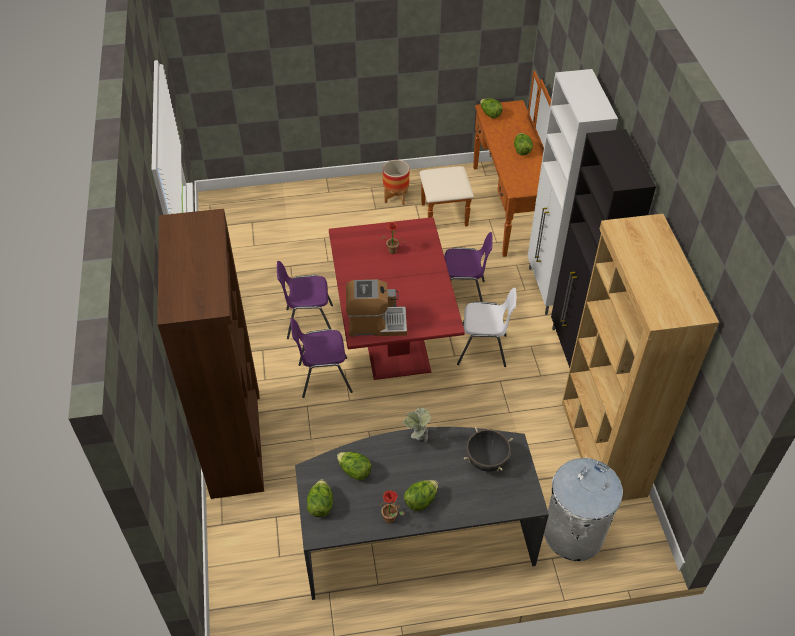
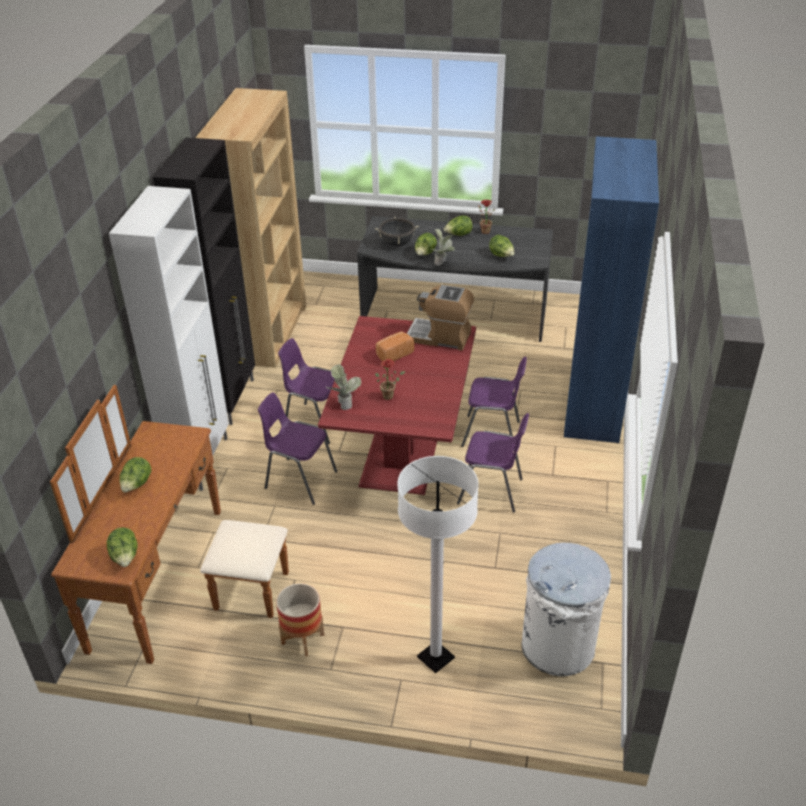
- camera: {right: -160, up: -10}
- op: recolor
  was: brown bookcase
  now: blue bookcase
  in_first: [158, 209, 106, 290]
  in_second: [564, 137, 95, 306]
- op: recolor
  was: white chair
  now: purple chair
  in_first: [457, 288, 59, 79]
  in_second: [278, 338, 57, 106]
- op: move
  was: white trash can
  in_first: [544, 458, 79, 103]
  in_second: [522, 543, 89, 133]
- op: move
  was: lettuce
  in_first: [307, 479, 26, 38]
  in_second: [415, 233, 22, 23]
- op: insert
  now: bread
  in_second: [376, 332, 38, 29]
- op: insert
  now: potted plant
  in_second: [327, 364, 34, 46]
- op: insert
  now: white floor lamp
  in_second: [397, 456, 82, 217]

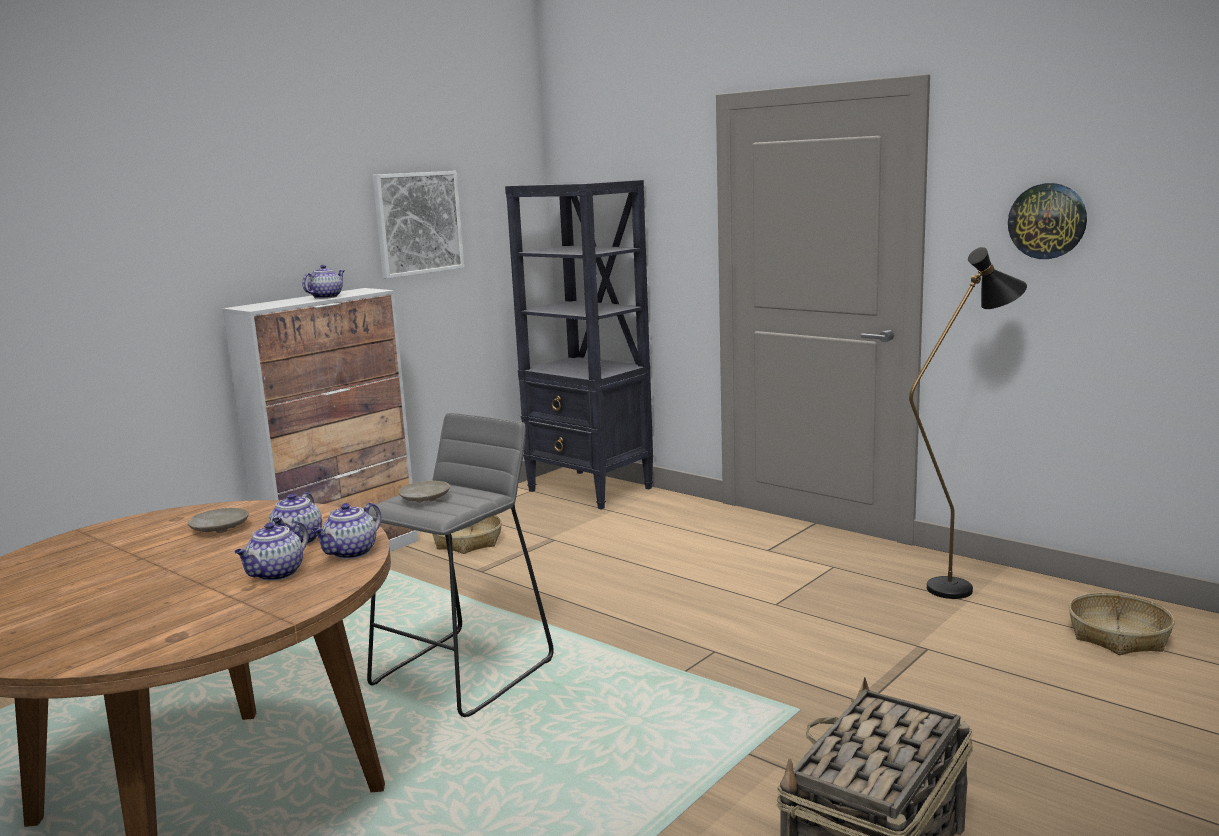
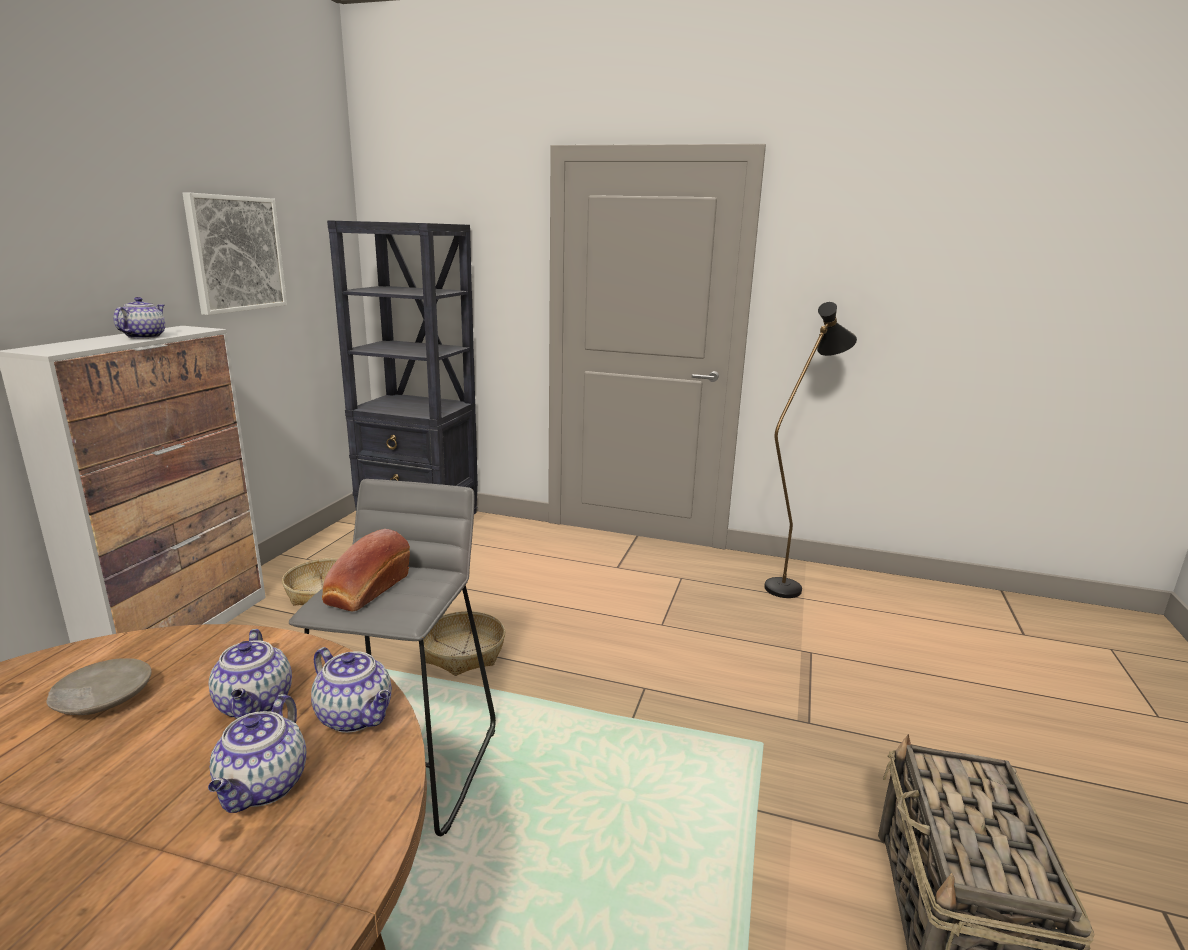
- camera: {right: -25, up: 5}
- op: delete
  was: wall clock
  in_first: [1008, 183, 79, 76]
- op: replace
  was: beige plate
  now: bread
  in_first: [399, 481, 51, 22]
  in_second: [322, 529, 88, 82]
- op: rotate
  was: teapot
  in_first: [312, 503, 70, 56]
  in_second: [311, 647, 81, 86]
  clockwise: -60
- op: move
  was: basket
  in_first: [1069, 592, 106, 63]
  in_second: [423, 611, 82, 65]

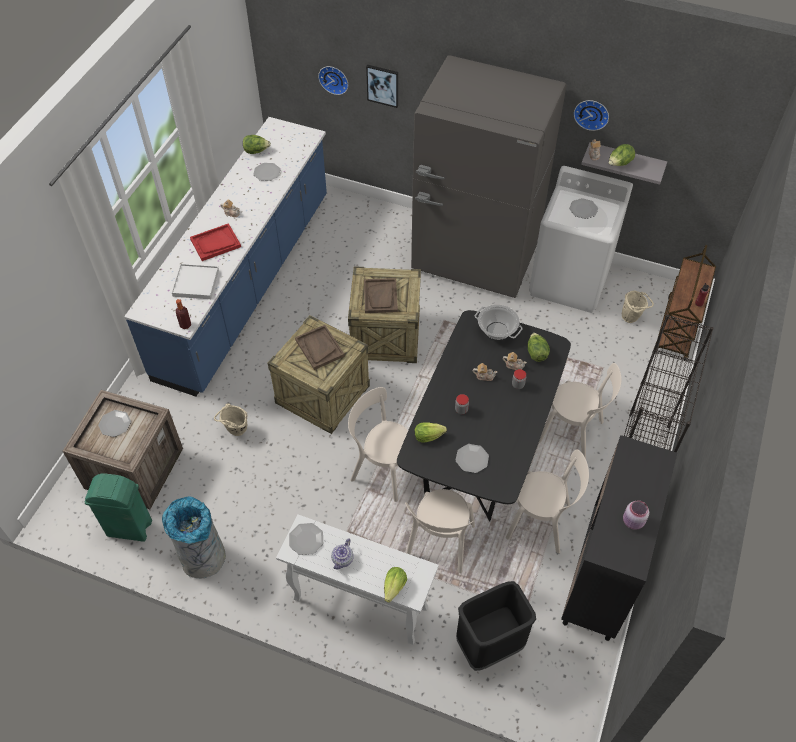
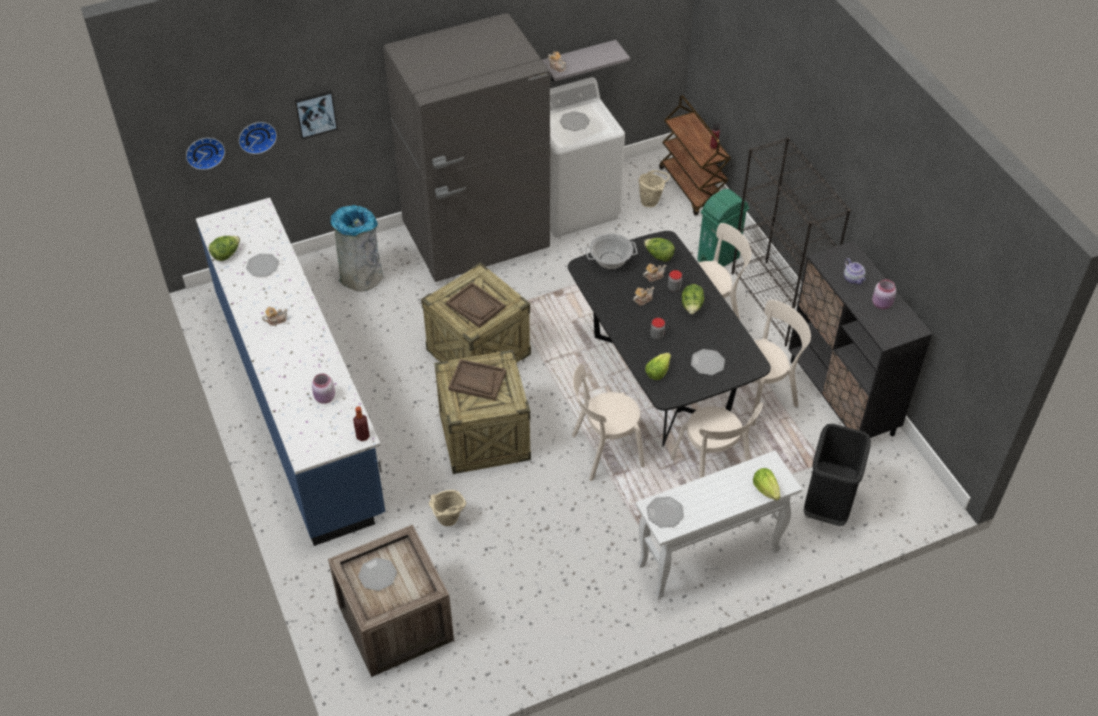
- camera: {right: -45, up: -5}
- op: move
  was: wall clock
  in_first: [574, 100, 35, 31]
  in_second: [186, 138, 39, 32]
- op: move
  was: lettuce
  in_first: [609, 144, 26, 22]
  in_second: [681, 284, 23, 30]
- op: delete
  was: red tray
  in_first: [190, 223, 51, 38]
- op: replace
  was: white tray
  now: pink jar
  in_first: [172, 264, 47, 35]
  in_second: [312, 373, 23, 31]
- op: move
  was: green trash can
  in_first: [85, 473, 67, 69]
  in_second: [697, 189, 52, 78]
- op: move
  was: grey trash can
  in_first: [162, 496, 64, 82]
  in_second: [330, 205, 53, 87]
- op: move
  was: teapot
  in_first: [331, 538, 23, 32]
  in_second: [844, 258, 22, 27]

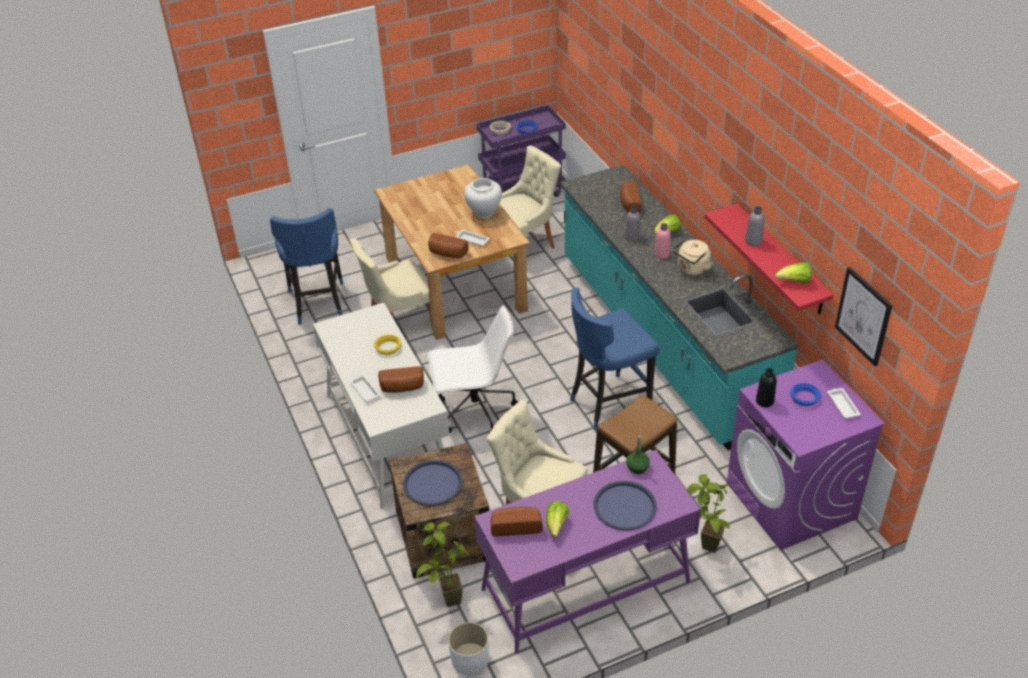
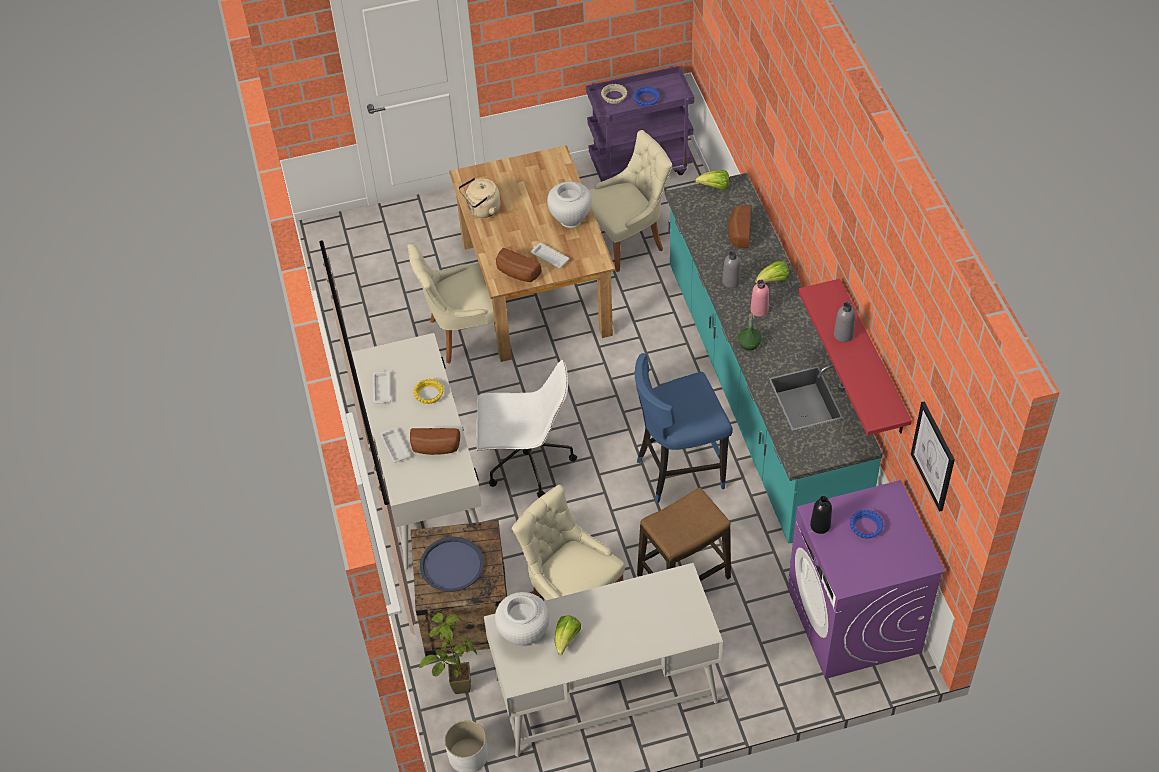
- camera: {right: 10, up: 10}
- op: delete
  was: blue stool
  in_first: [270, 208, 73, 117]
- op: move
  was: beige kettle
  in_first: [673, 239, 39, 37]
  in_second: [459, 178, 42, 40]
- op: move
  was: lettuce
  in_first: [775, 262, 37, 21]
  in_second: [695, 170, 34, 20]
- op: move
  was: white tray
  in_first: [827, 388, 34, 31]
  in_second: [373, 370, 18, 34]
- op: move
  was: green bottle
  in_first: [626, 435, 24, 39]
  in_second: [738, 313, 24, 37]
- op: recolor
  was: purple desk
  now: white desk
  in_first: [475, 450, 226, 204]
  in_second: [484, 563, 239, 194]
- op: delete
  was: potted plant
  in_first: [687, 474, 45, 79]
- op: delete
  was: blue tray
  in_first: [594, 481, 63, 50]
- op: replace
  was: bread
  now: white vase
  in_first: [491, 507, 52, 29]
  in_second: [495, 592, 54, 55]

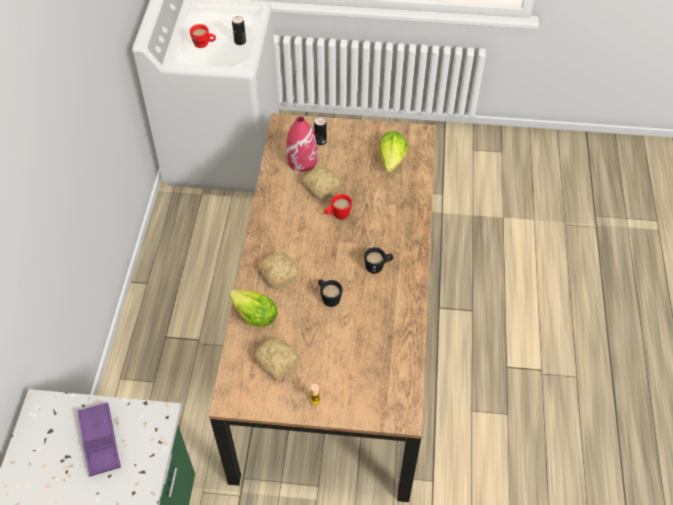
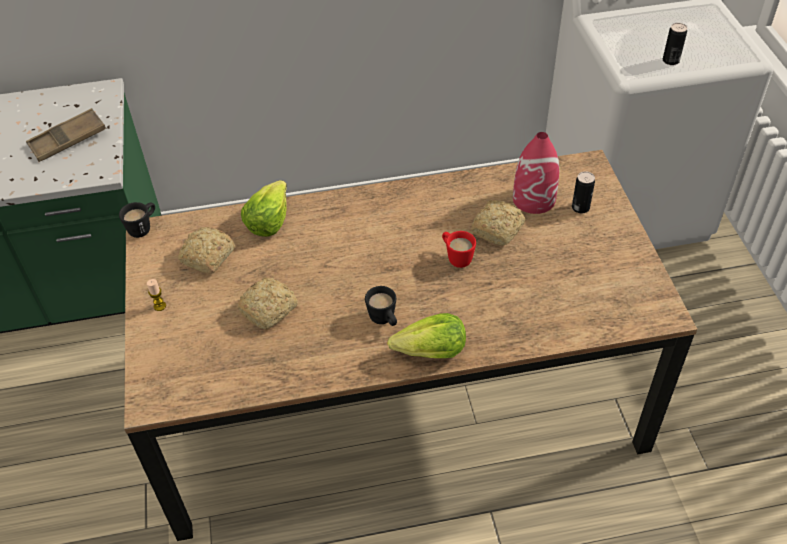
- camera: {right: 75, up: -5}
- op: delete
  was: red mug
  in_first: [190, 24, 26, 24]
- op: move
  was: lettuce
  in_first: [379, 131, 29, 41]
  in_second: [387, 313, 79, 45]
- op: move
  was: bread
  in_first: [257, 252, 42, 37]
  in_second: [237, 277, 61, 52]
- op: move
  was: black mug
  in_first: [318, 279, 25, 28]
  in_second: [119, 202, 36, 36]
- op: recolor
  was: purple tray
  now: brown tray
  in_first: [77, 402, 44, 75]
  in_second: [26, 108, 80, 54]

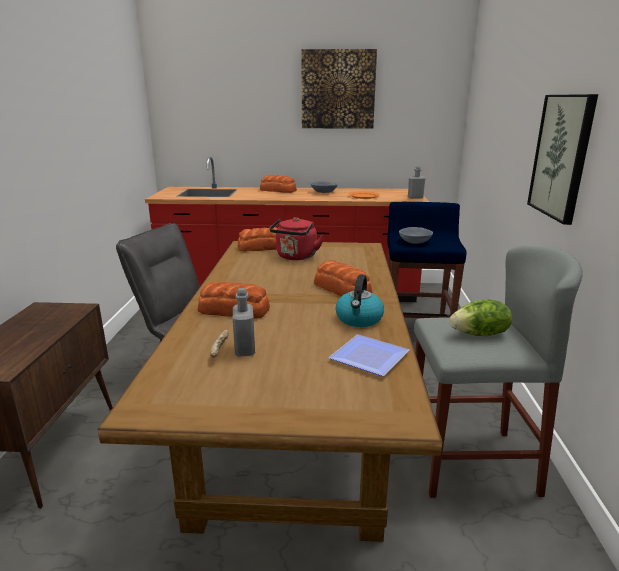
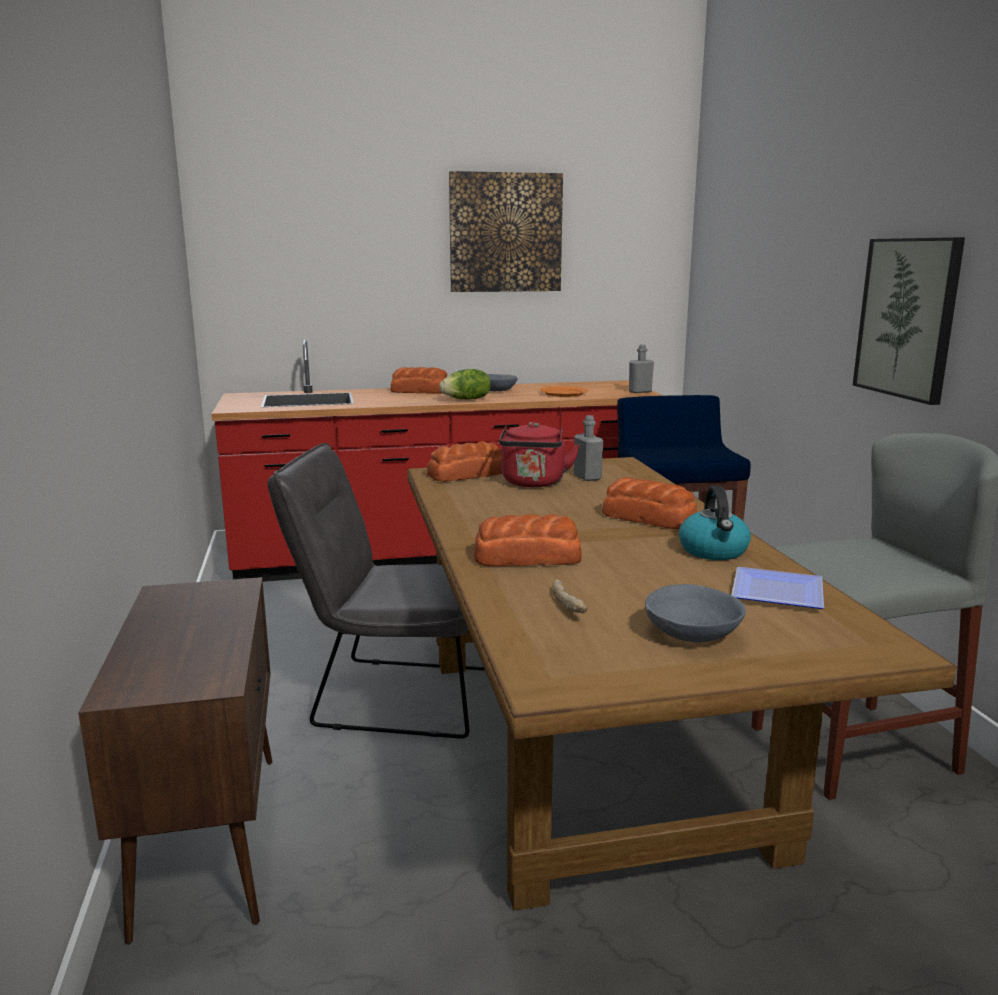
- camera: {right: -15, up: -5}
- op: move
  was: grey bowl
  in_first: [399, 227, 34, 17]
  in_second: [645, 584, 101, 58]
- op: move
  was: grey bottle
  in_first: [233, 288, 22, 69]
  in_second: [574, 415, 29, 66]
- op: move
  was: lettuce
  in_first: [450, 300, 62, 36]
  in_second: [439, 369, 51, 31]

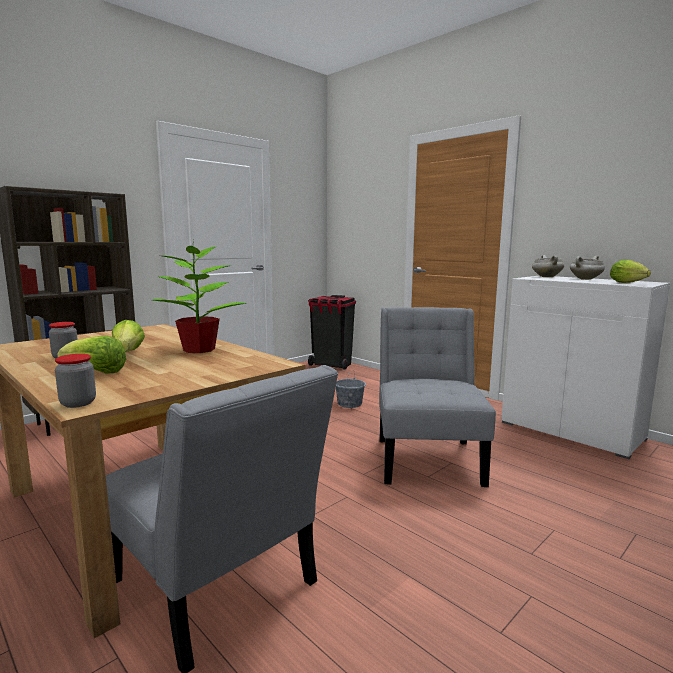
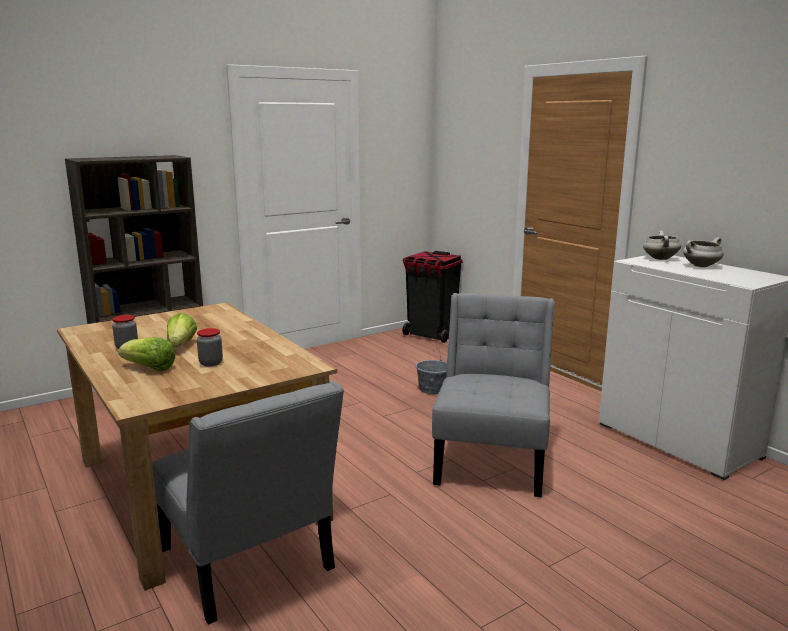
- camera: {right: 10, up: 5}
- op: delete
  was: potted plant
  in_first: [152, 240, 94, 113]
- op: delete
  was: lettuce
  in_first: [610, 260, 41, 23]
- op: move
  was: jar
  in_first: [55, 354, 41, 54]
  in_second: [197, 328, 26, 39]

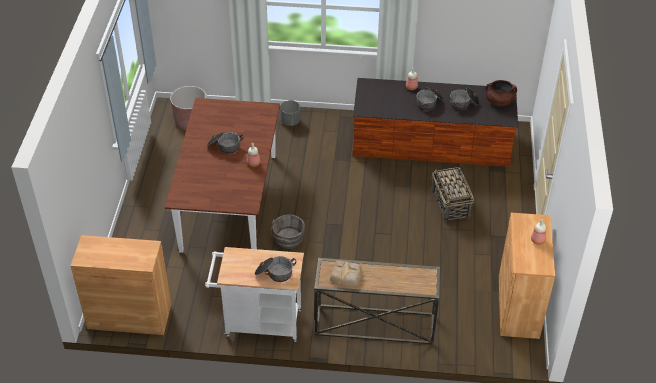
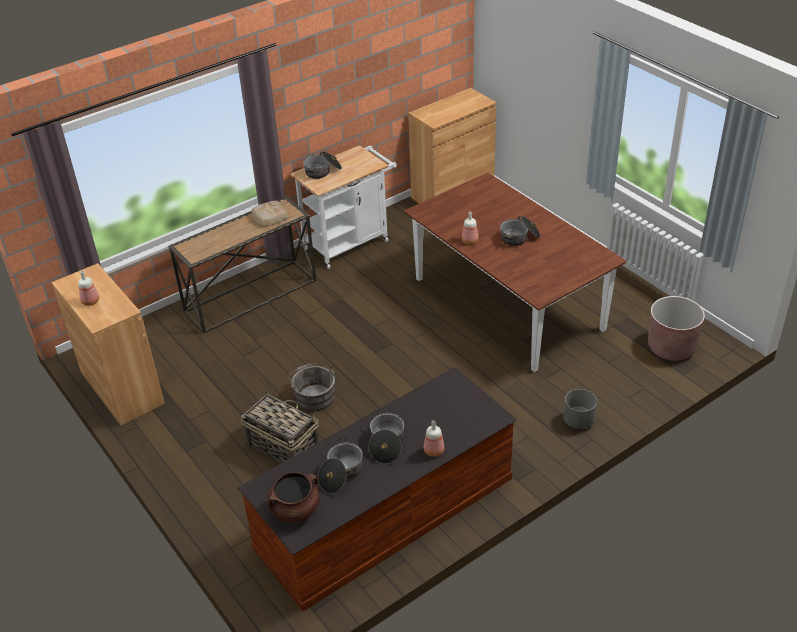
- camera: {right: 140, up: -5}
- op: move
  was: grey bucket
  in_first: [271, 214, 34, 35]
  in_second: [289, 363, 46, 49]

